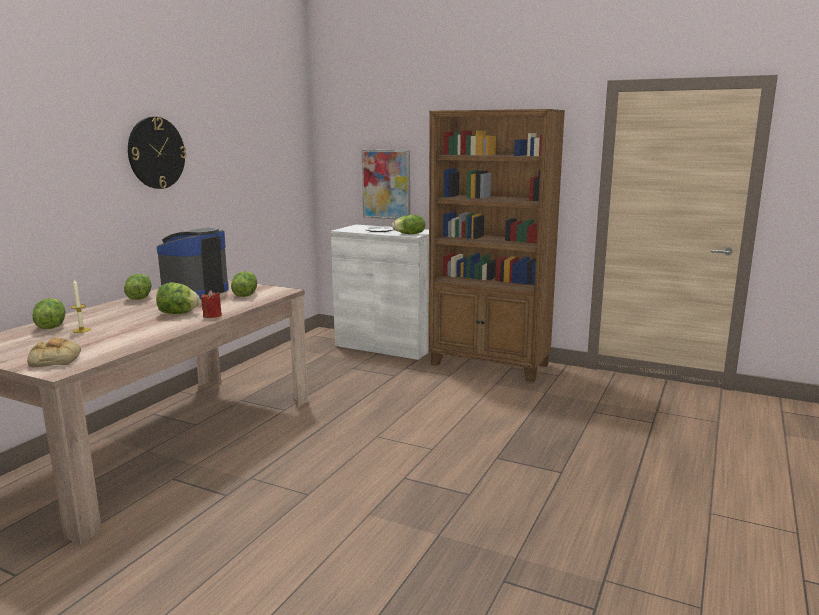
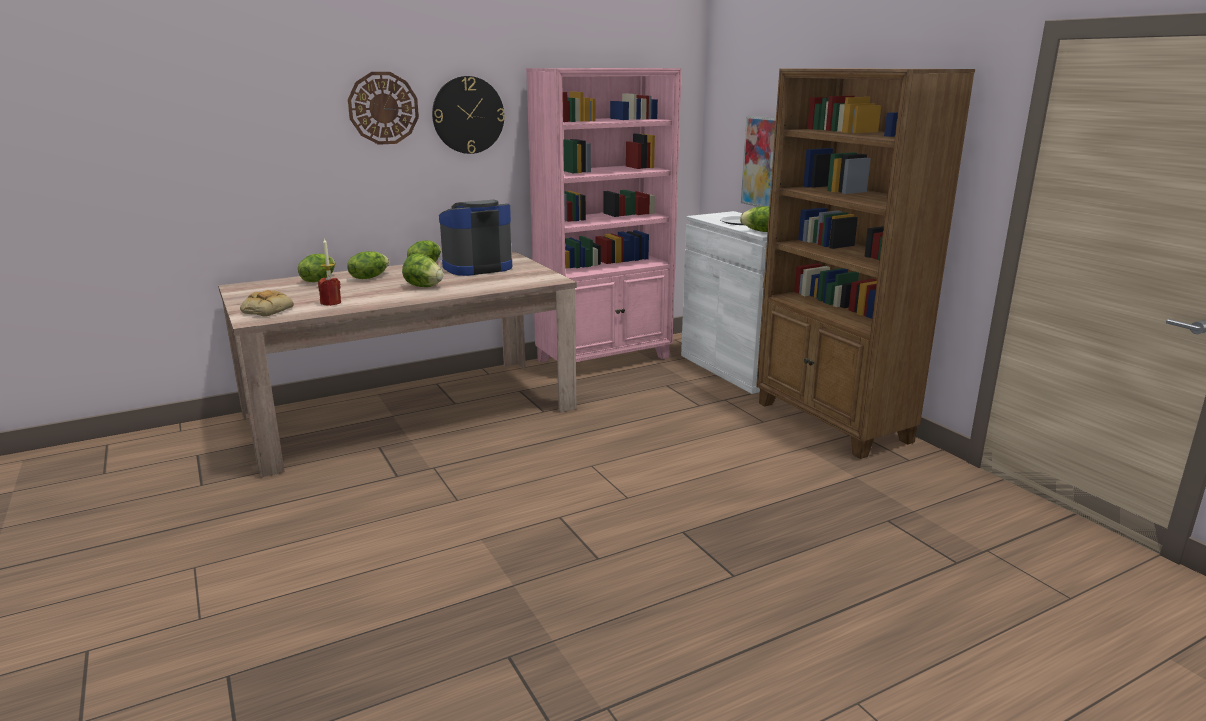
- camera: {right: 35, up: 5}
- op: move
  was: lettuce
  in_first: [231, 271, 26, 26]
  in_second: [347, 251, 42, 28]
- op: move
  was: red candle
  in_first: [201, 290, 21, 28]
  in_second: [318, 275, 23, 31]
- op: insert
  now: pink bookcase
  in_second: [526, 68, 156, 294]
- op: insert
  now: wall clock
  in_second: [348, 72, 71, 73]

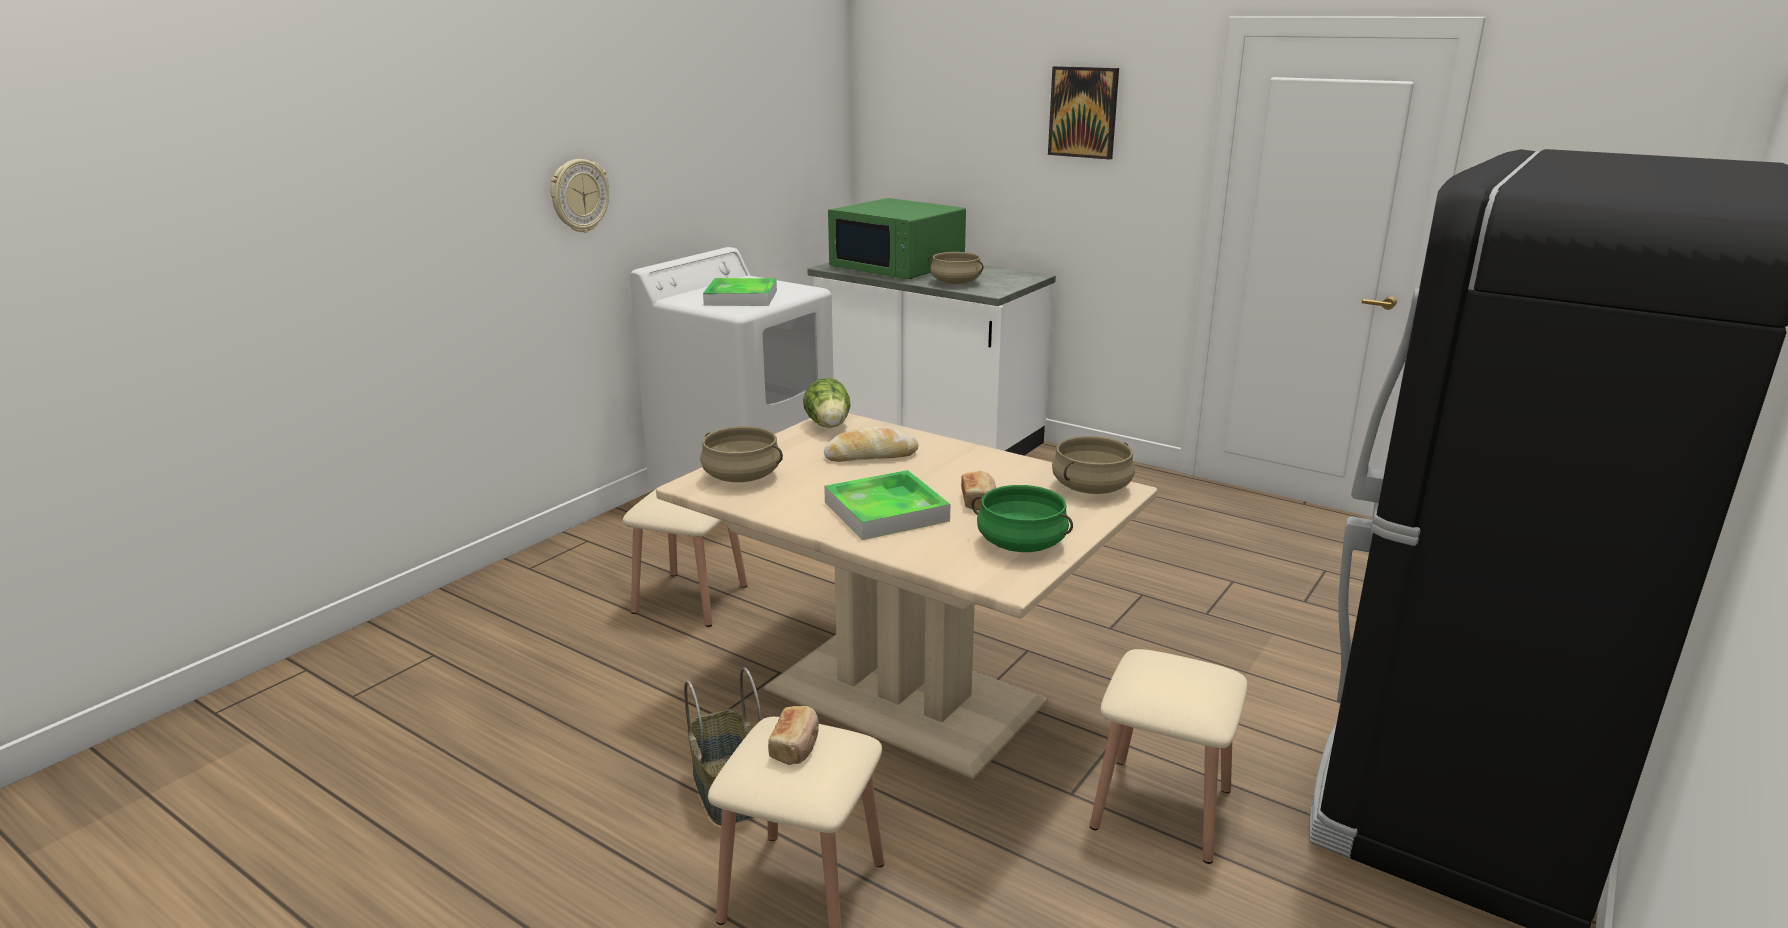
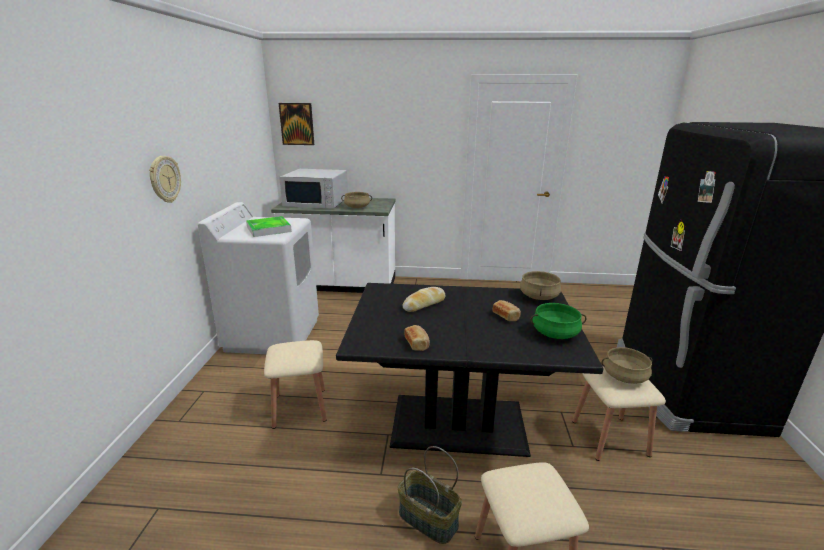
- camera: {right: -30, up: 0}
- op: move
  was: picture
  in_first: [1048, 66, 71, 94]
  in_second: [279, 103, 35, 42]
- op: recolor
  was: green microwave
  now: white microwave
  in_first: [828, 198, 138, 81]
  in_second: [279, 169, 69, 40]
- op: delete
  was: lettuce
  in_first: [803, 378, 48, 50]
- op: recolor
  was: beige dining table
  now: black dining table
  in_first: [656, 413, 501, 366]
  in_second: [336, 283, 267, 174]
- op: move
  was: beige cooking pot
  in_first: [700, 426, 83, 56]
  in_second: [601, 347, 52, 37]
- op: delete
  was: tray
  in_first: [824, 470, 126, 70]
- op: move
  was: bread
  in_first: [768, 706, 51, 59]
  in_second: [404, 325, 26, 26]

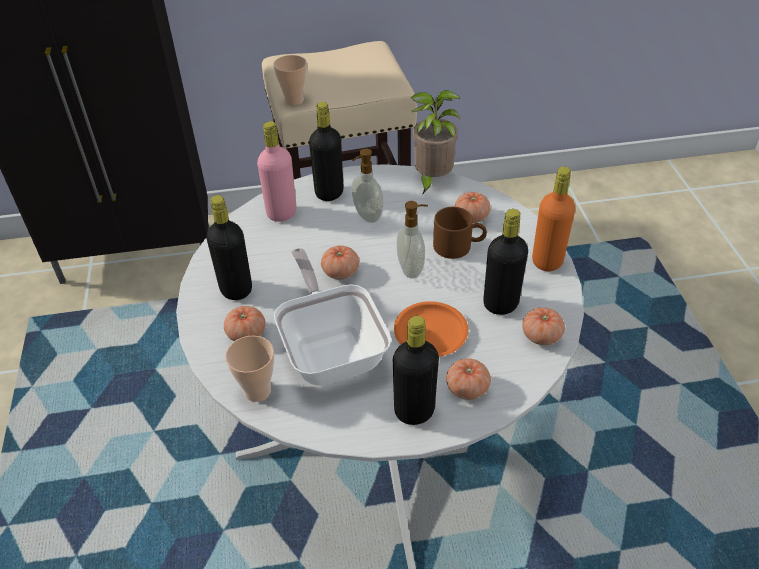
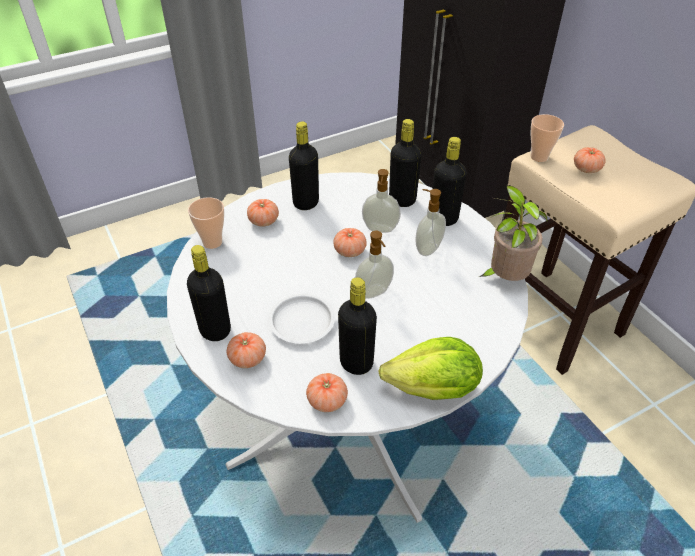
- camera: {right: 70, up: 0}
- op: recolor
  was: pink bottle
  now: black bottle
  in_first: [257, 121, 40, 101]
  in_second: [389, 119, 32, 88]
- op: replace
  was: orange bottle
  now: lettuce
  in_first: [532, 166, 43, 105]
  in_second: [378, 337, 105, 63]
- op: move
  was: tomato
  in_first: [455, 192, 36, 31]
  in_second: [574, 147, 32, 26]
- op: delete
  was: brown mug
  in_first: [433, 207, 54, 52]
- op: delete
  was: frying pan
  in_first: [274, 248, 117, 138]
- op: recolor
  was: orange plate
  now: white plate
  in_first: [394, 301, 75, 56]
  in_second: [269, 294, 66, 50]
- op: insert
  now: soap dispenser
  in_second: [362, 169, 39, 64]

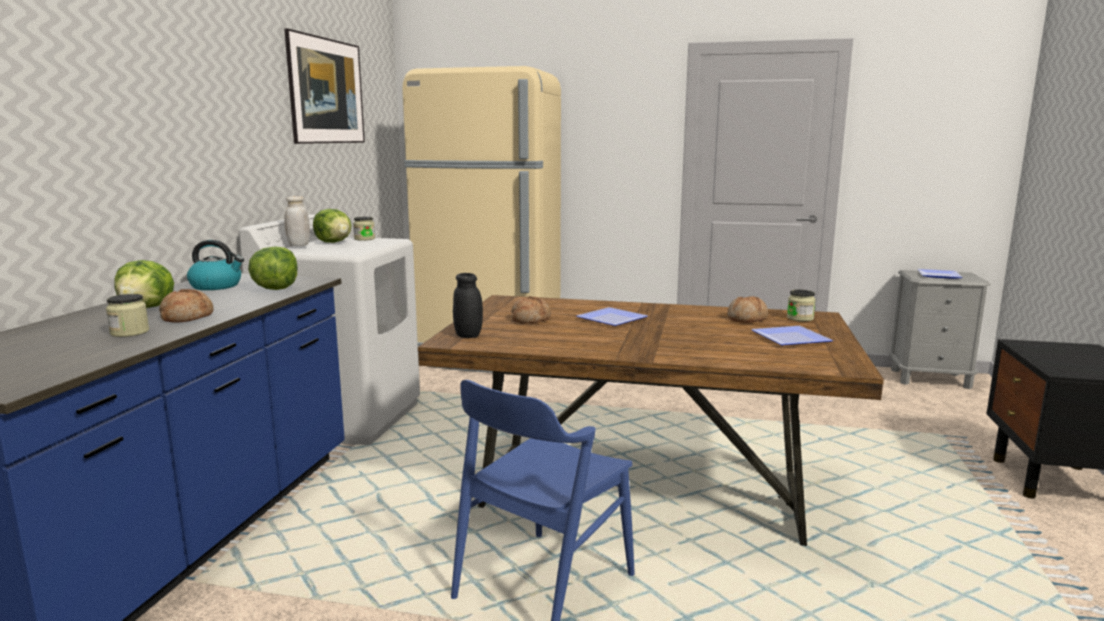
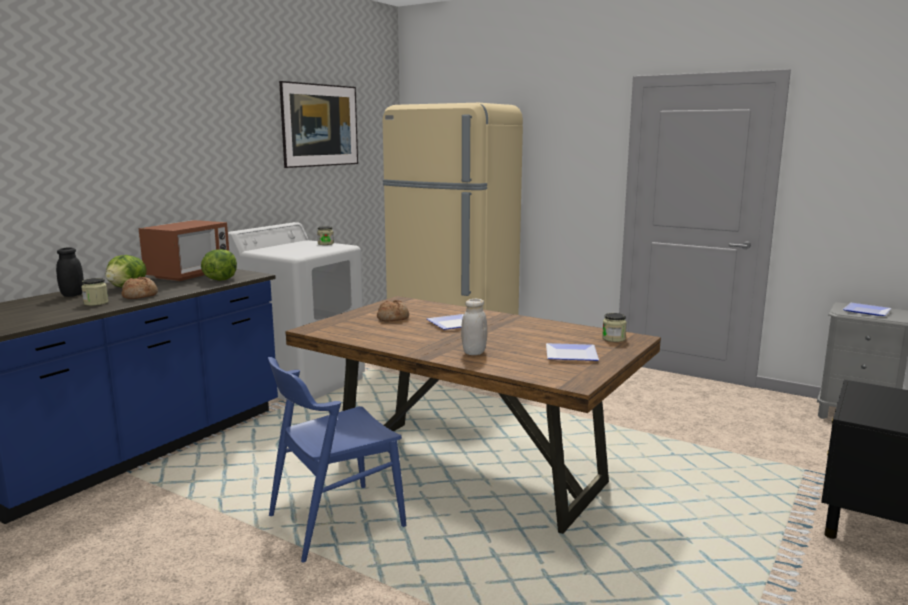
- camera: {right: 20, up: 0}
- op: move
  was: white jar
  in_first: [284, 196, 26, 50]
  in_second: [461, 299, 26, 56]
- op: delete
  was: lettuce
  in_first: [313, 209, 39, 34]
- op: replace
  was: kettle
  now: microwave
  in_first: [187, 240, 57, 50]
  in_second: [139, 220, 90, 61]
- op: move
  was: black jar
  in_first: [453, 273, 30, 65]
  in_second: [56, 247, 28, 50]
- op: delete
  was: bread
  in_first: [727, 296, 41, 27]

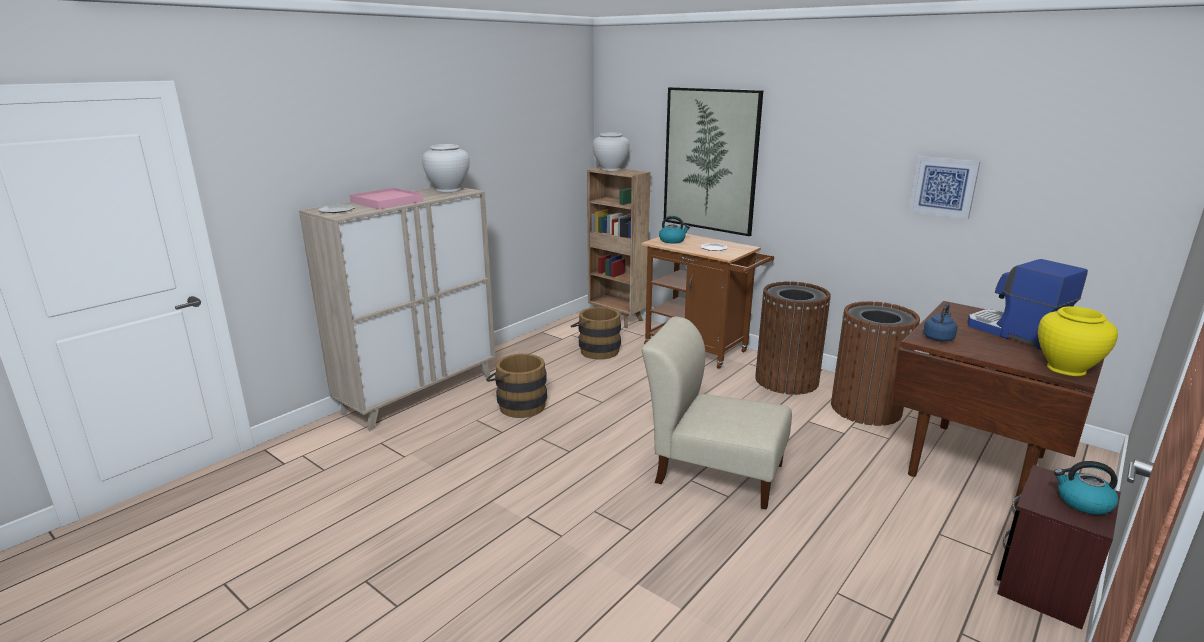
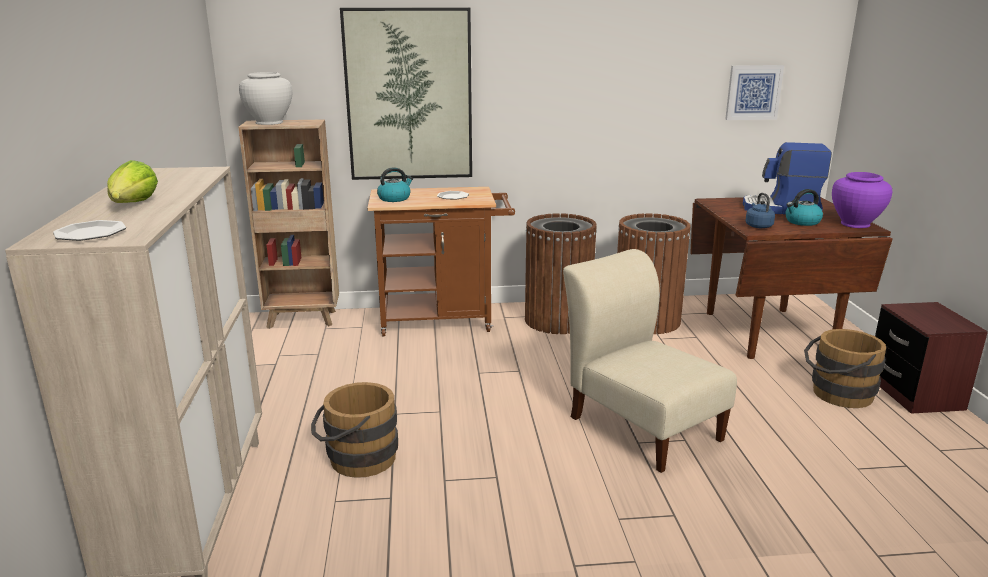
- camera: {right: -45, up: 0}
- op: delete
  was: white vase
  in_first: [422, 144, 48, 48]
- op: move
  was: picture
  in_first: [909, 156, 71, 63]
  in_second: [725, 65, 59, 55]
- op: replace
  was: pink tray
  now: lettuce
  in_first: [350, 188, 74, 22]
  in_second: [107, 160, 51, 43]
- op: recolor
  was: yellow vase
  now: purple vase
  in_first: [1038, 306, 80, 70]
  in_second: [832, 172, 60, 56]
- op: move
  was: brown bucket
  in_first: [571, 307, 50, 53]
  in_second: [804, 329, 82, 79]
- op: rotate
  was: beige chair
  in_first: [642, 317, 150, 192]
  in_second: [563, 249, 174, 224]
  clockwise: 75
- op: move
  was: kettle
  in_first: [1054, 461, 64, 54]
  in_second: [785, 189, 38, 37]

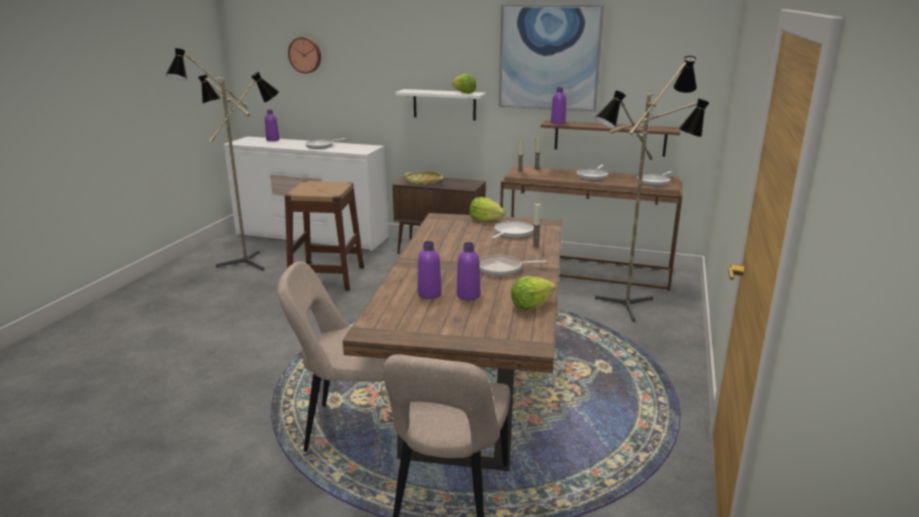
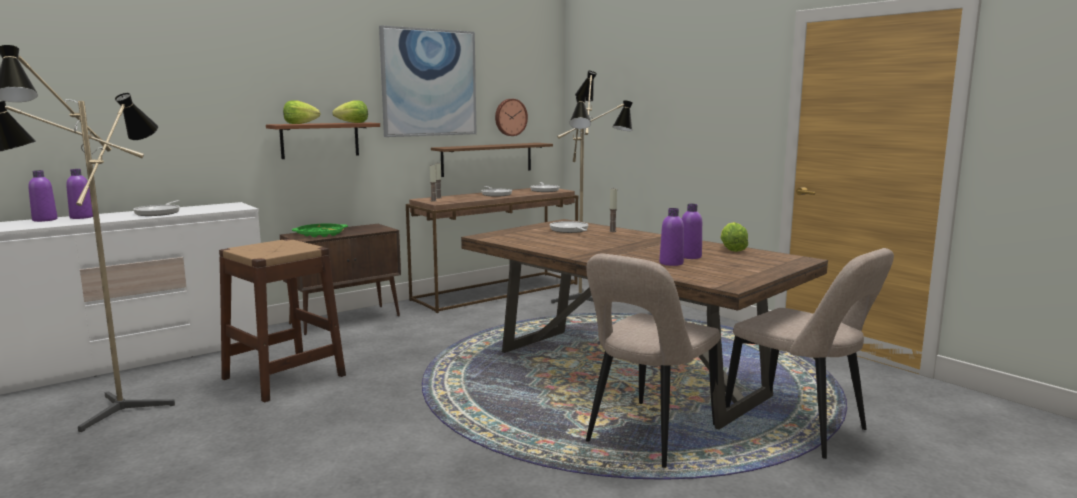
- camera: {right: -55, up: -10}
- op: move
  was: wall clock
  in_first: [288, 37, 33, 37]
  in_second: [495, 99, 33, 37]
- op: move
  was: purple bottle
  in_first: [551, 87, 15, 37]
  in_second: [66, 169, 27, 50]
- op: recolor
  was: white shelf
  now: brown shelf
  in_first: [395, 89, 91, 32]
  in_second: [266, 122, 114, 37]
- op: recolor
  was: yellow tray
  now: green tray
  in_first: [404, 171, 40, 14]
  in_second: [292, 223, 56, 14]
- op: move
  was: lettuce
  in_first: [469, 197, 36, 24]
  in_second: [283, 100, 37, 24]
- op: delete
  was: frying pan
  in_first: [479, 255, 67, 21]

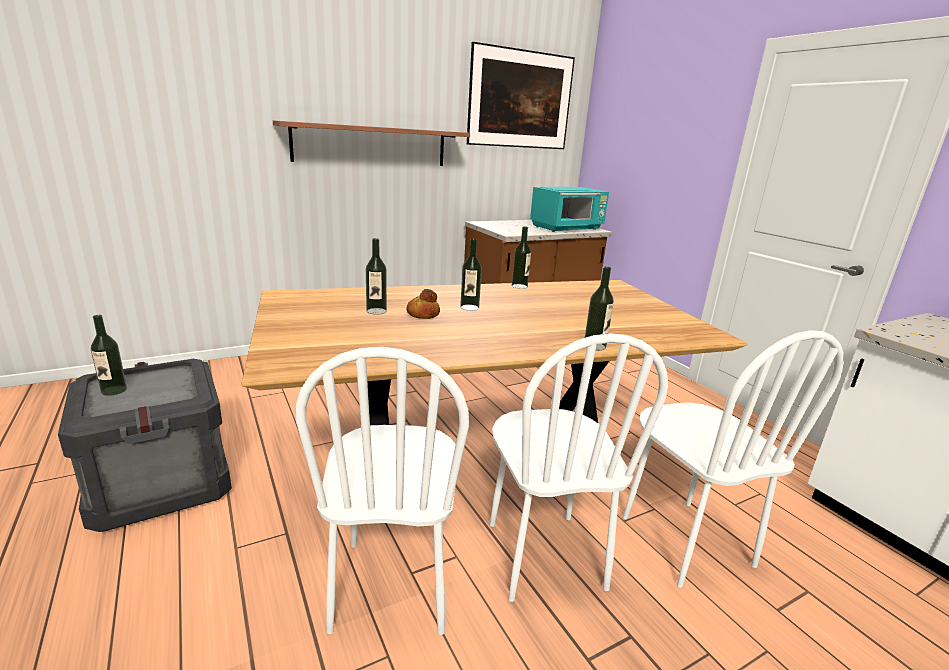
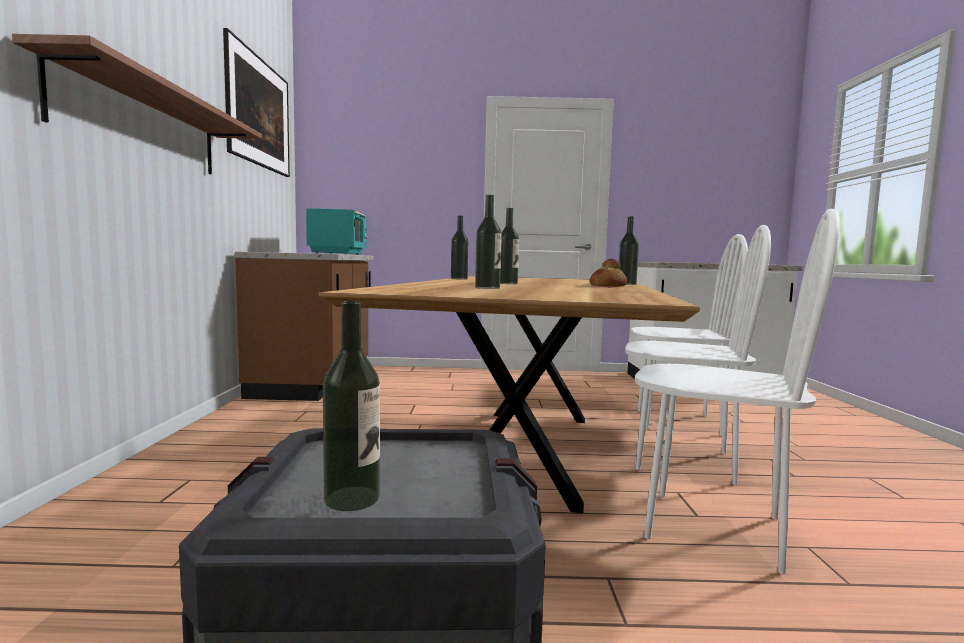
- camera: {right: -60, up: -15}
- op: move
  was: bread
  in_first: [407, 289, 33, 30]
  in_second: [590, 259, 37, 28]

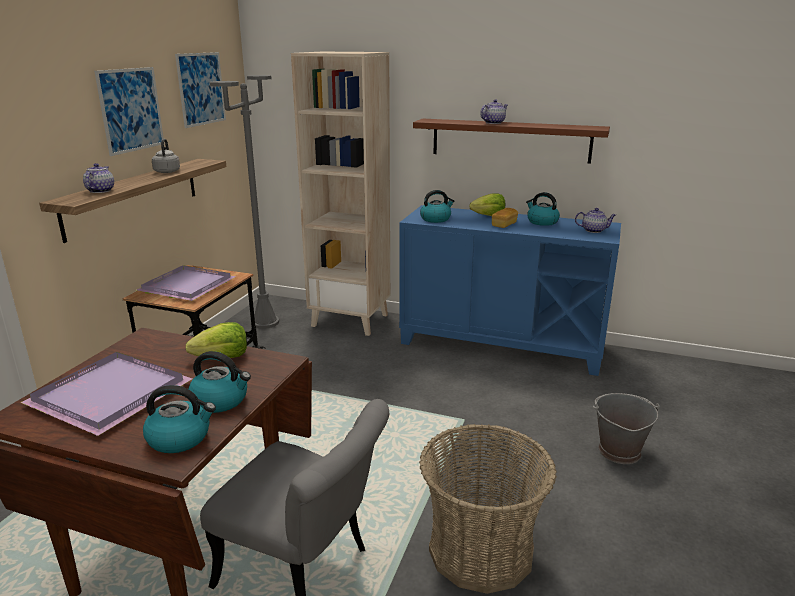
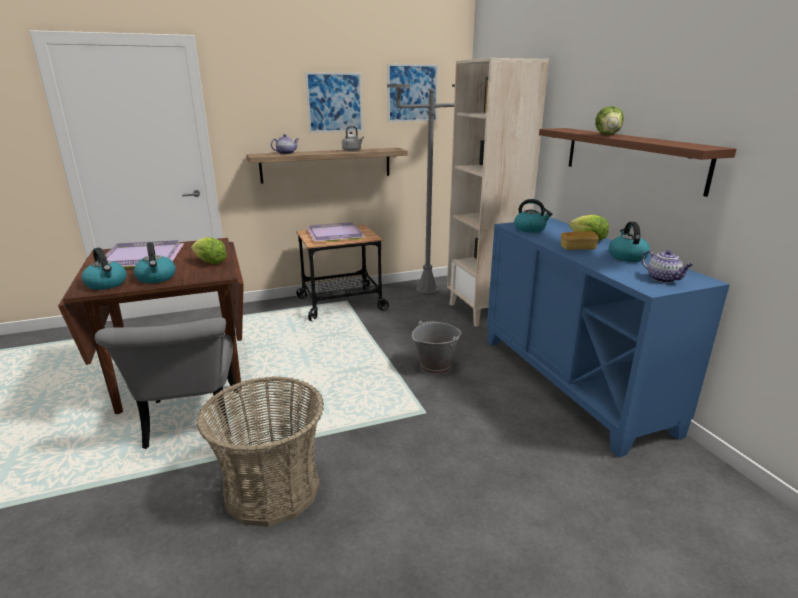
- camera: {right: 50, up: 0}
- op: replace
  was: teapot
  now: lettuce
  in_first: [480, 99, 28, 25]
  in_second: [595, 106, 29, 29]
- op: move
  was: grey bucket
  in_first: [593, 393, 67, 71]
  in_second: [412, 320, 50, 55]

